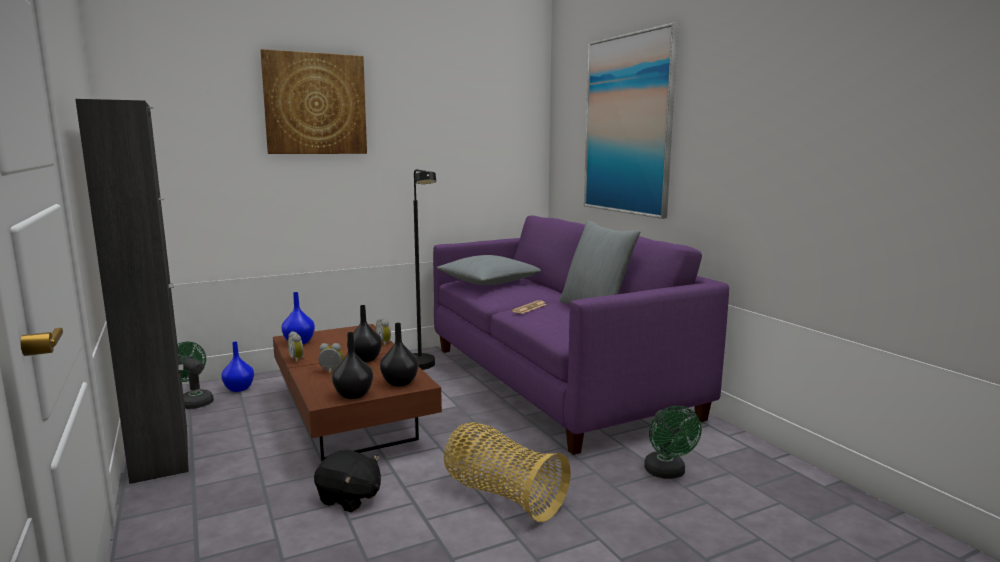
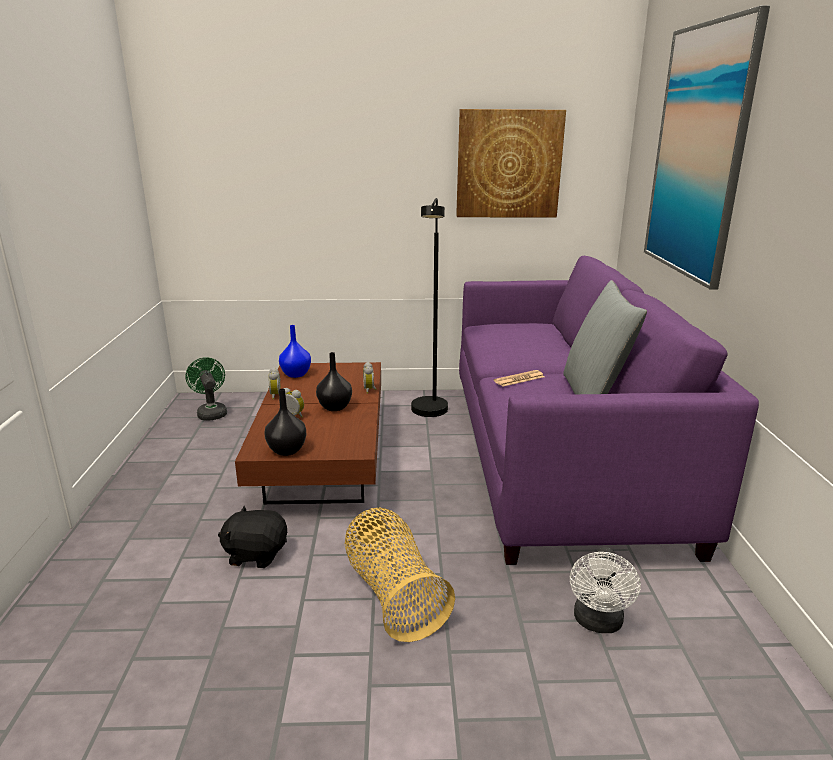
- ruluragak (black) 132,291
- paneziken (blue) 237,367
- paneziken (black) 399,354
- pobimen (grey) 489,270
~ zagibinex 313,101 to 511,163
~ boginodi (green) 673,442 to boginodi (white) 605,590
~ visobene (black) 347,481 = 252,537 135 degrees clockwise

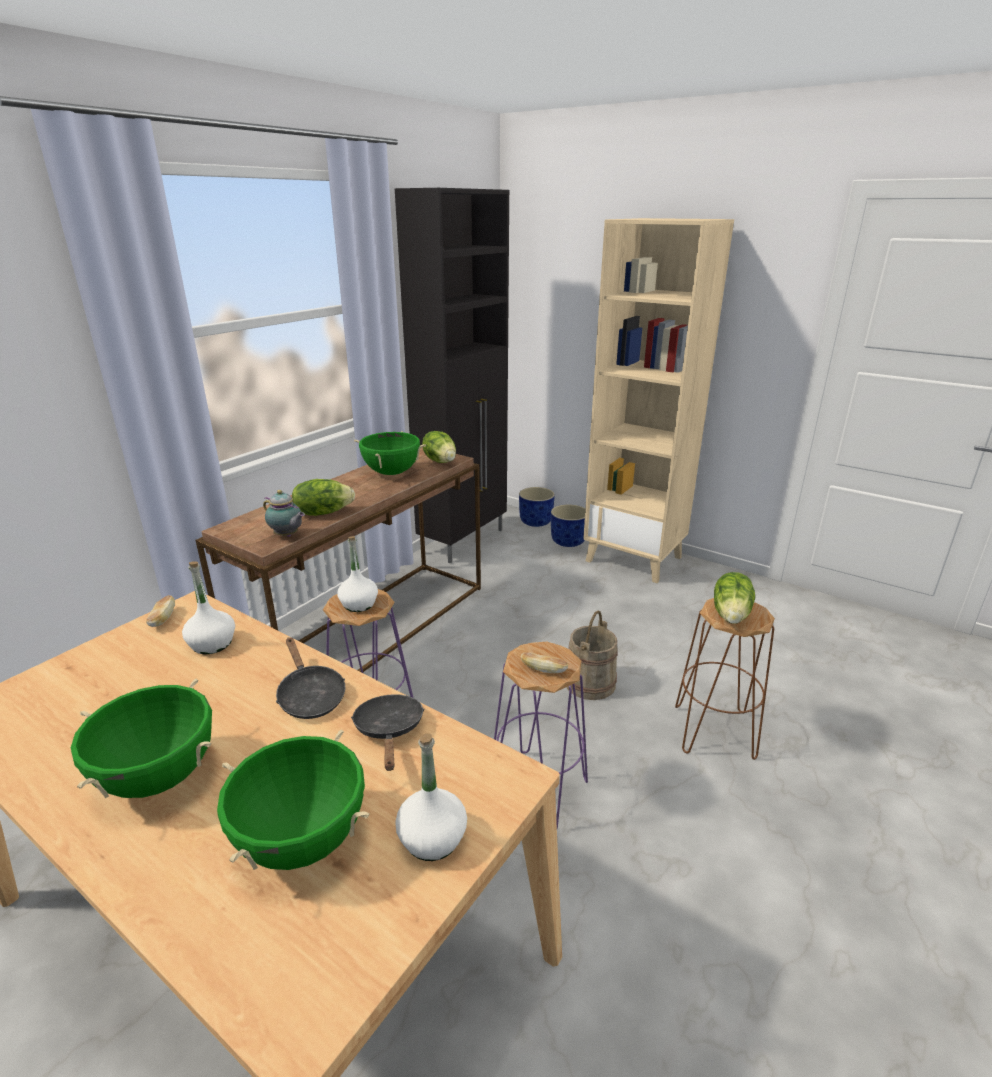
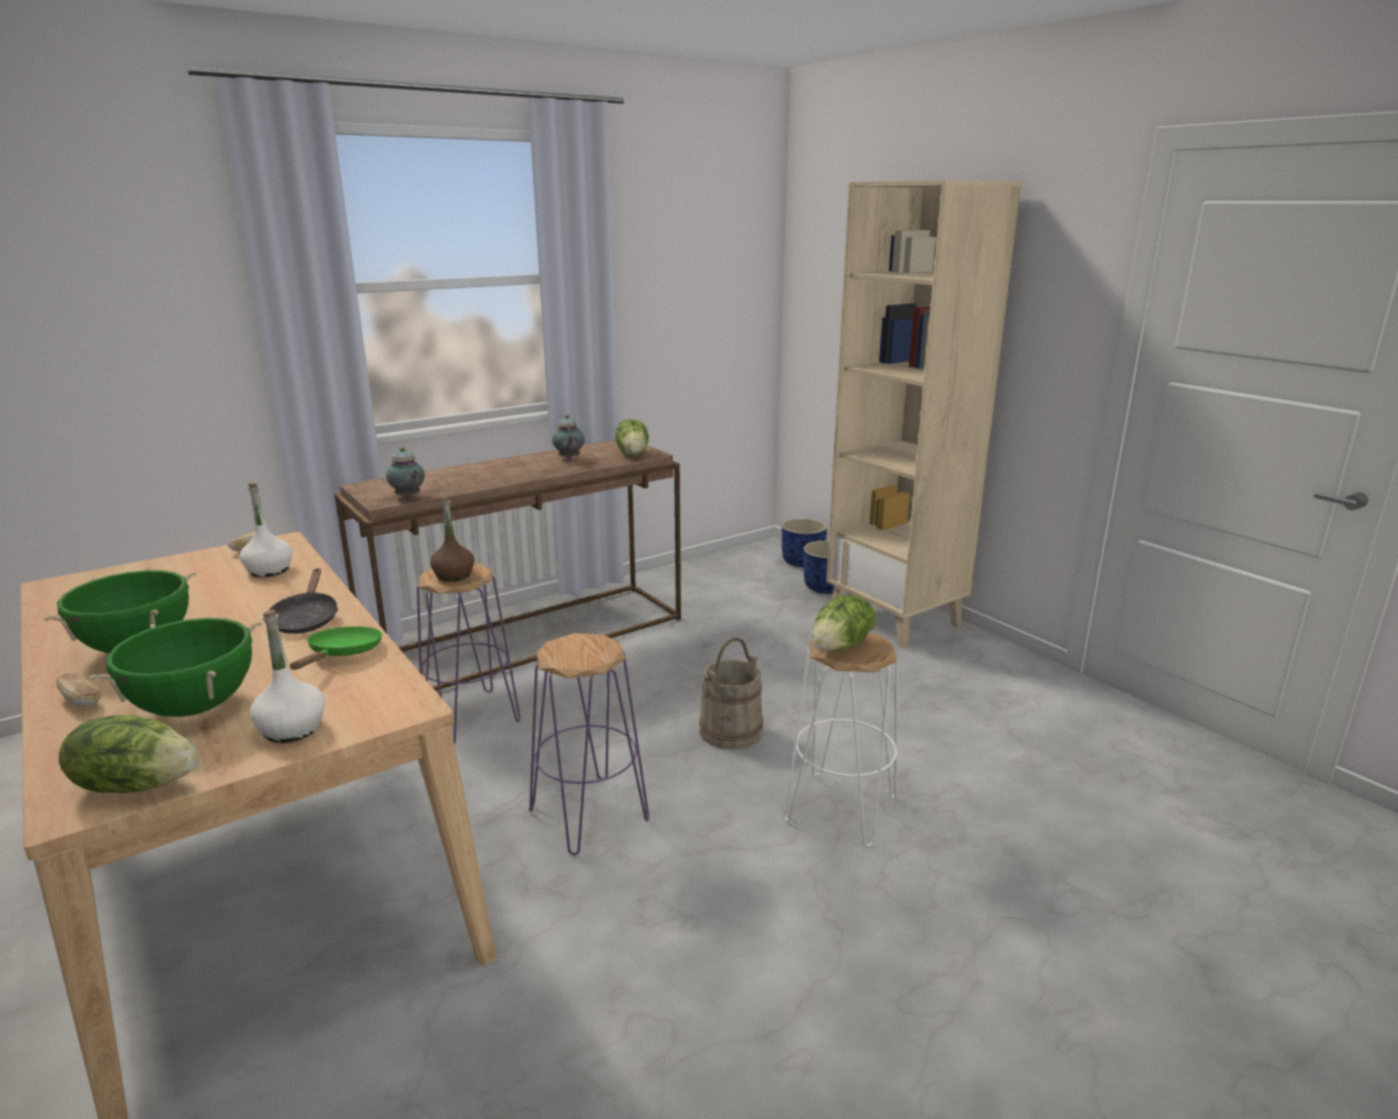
- ruluragak (black) 452,375
~ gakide 323,497 to 129,754
~ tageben 544,662 to 78,690
~ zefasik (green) 390,453 to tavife 568,437
~ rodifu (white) 357,574 to rodifu (brown) 452,540
~ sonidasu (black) 387,732 to sonidasu (green) 336,648
~ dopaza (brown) 725,679 to dopaza (white) 841,739

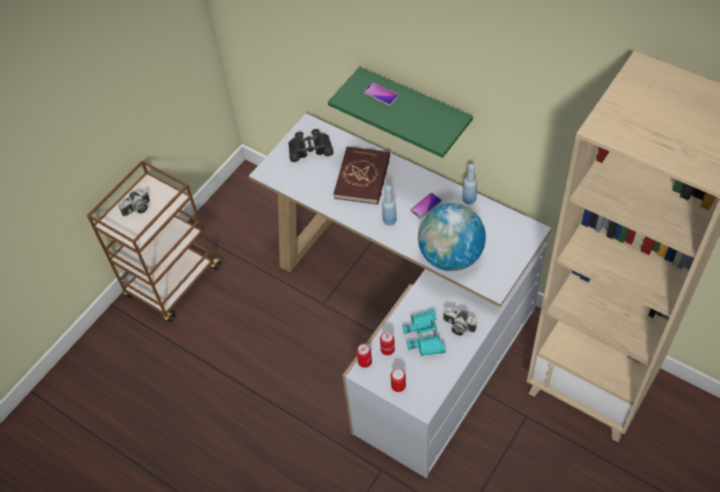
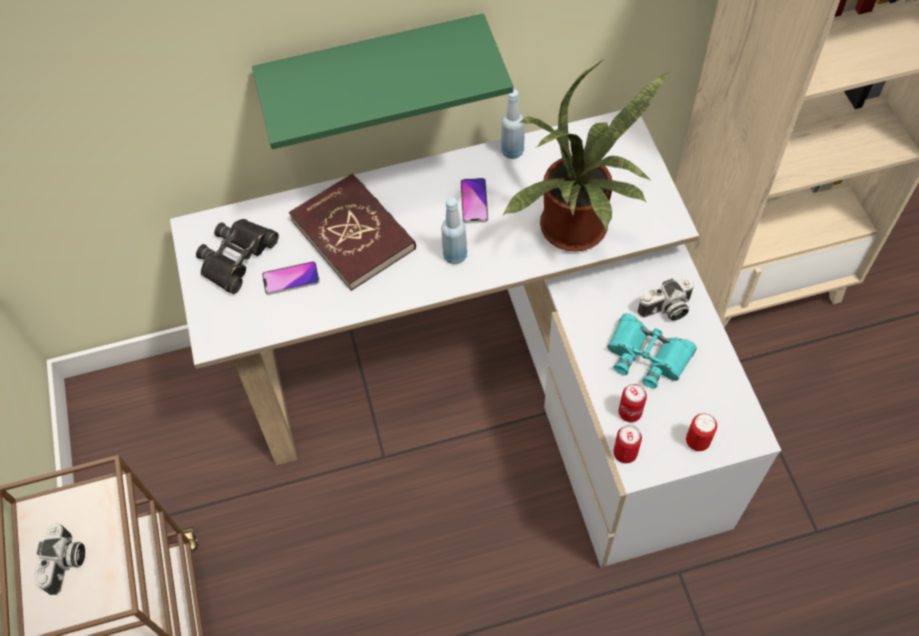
~ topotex 381,94 to 291,278
~ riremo 452,237 to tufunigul 586,156

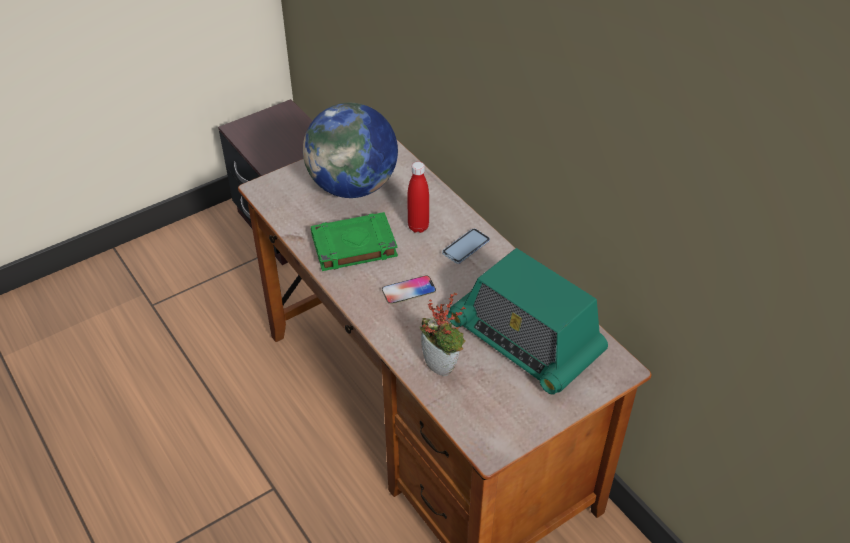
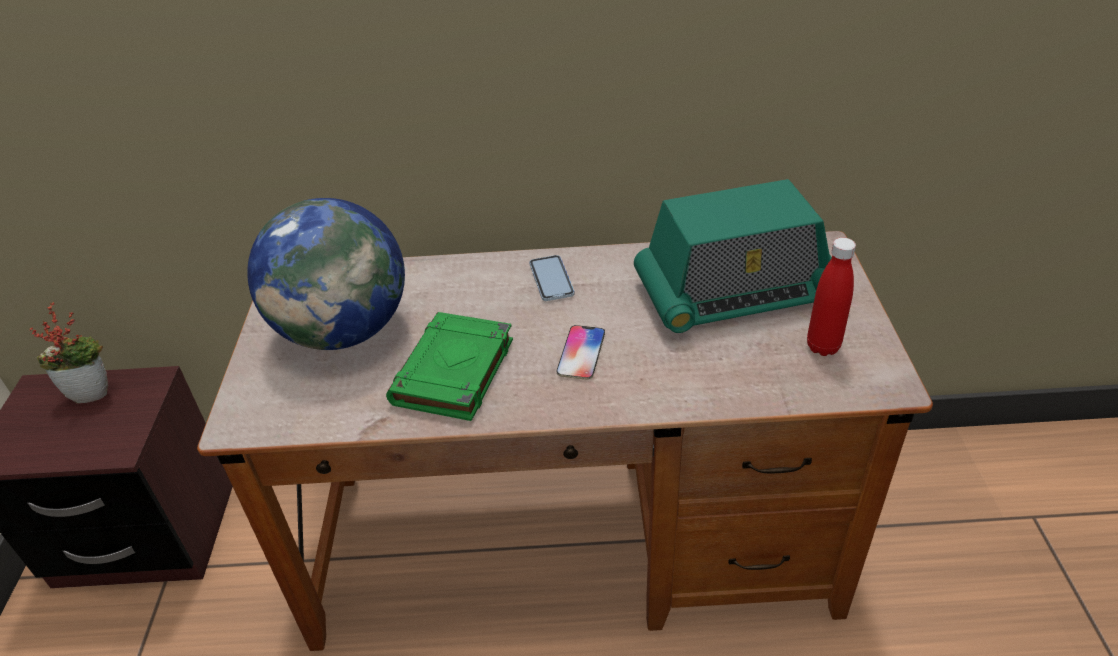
~ rodifu (red) 418,197 to 831,297
~ tufunigul 442,334 to 69,353

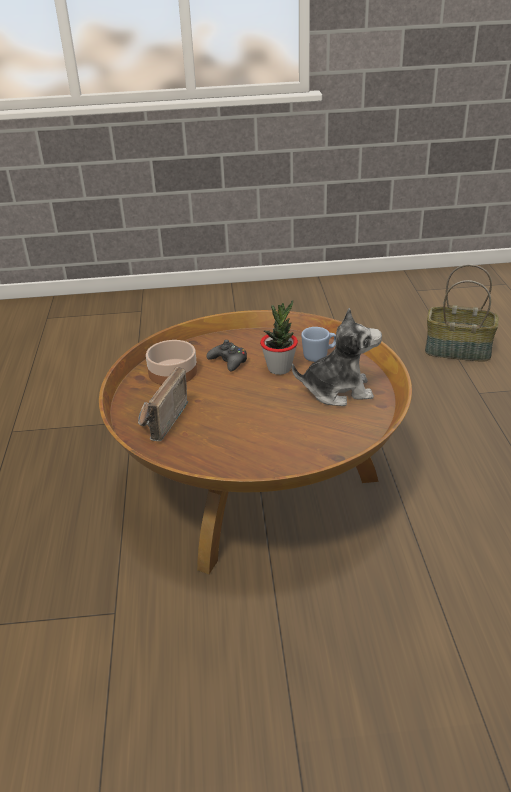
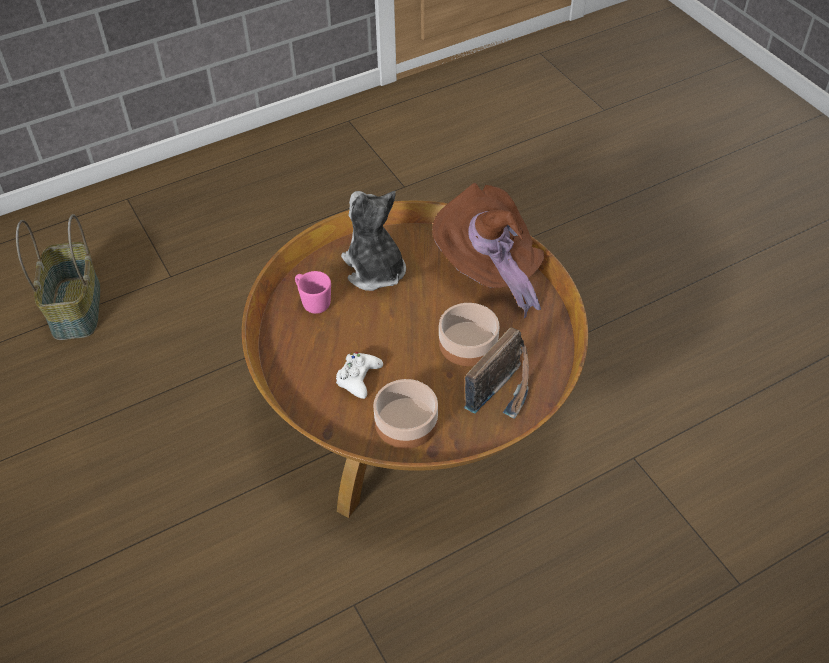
- tufunigul 279,337
+ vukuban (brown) 488,250
+ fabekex 469,334
~ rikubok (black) 226,355 to rikubok (white) 359,375
~ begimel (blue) 318,344 to begimel (pink) 313,292
~ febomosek 163,404 = 496,373 45 degrees counterclockwise

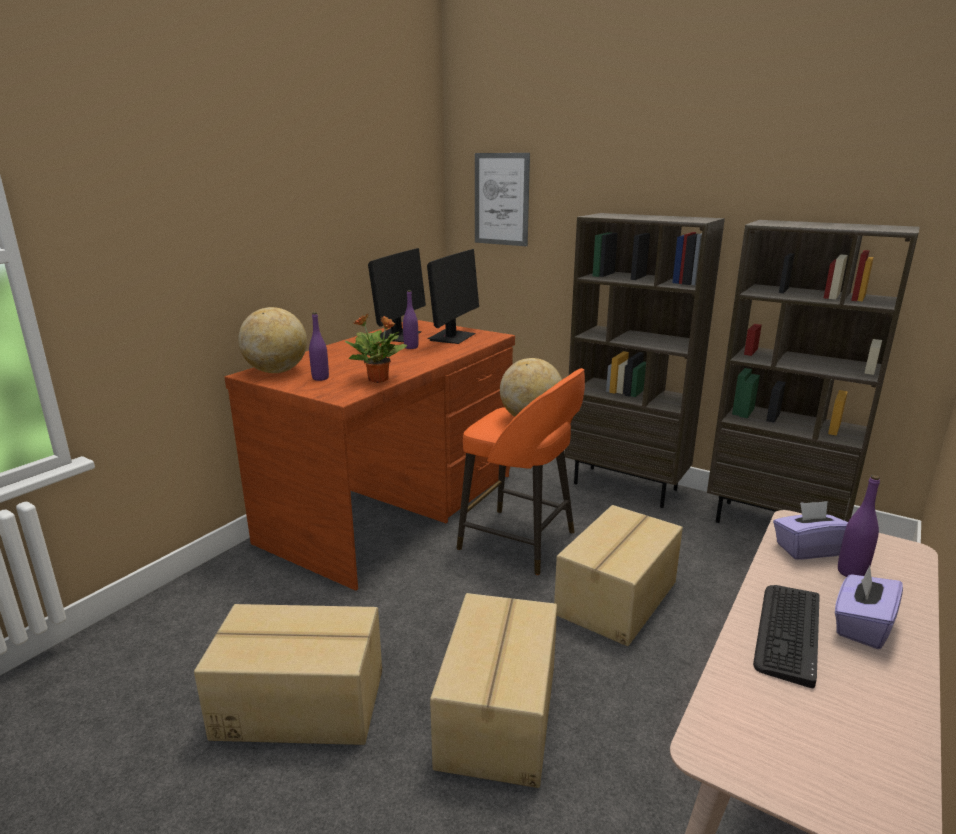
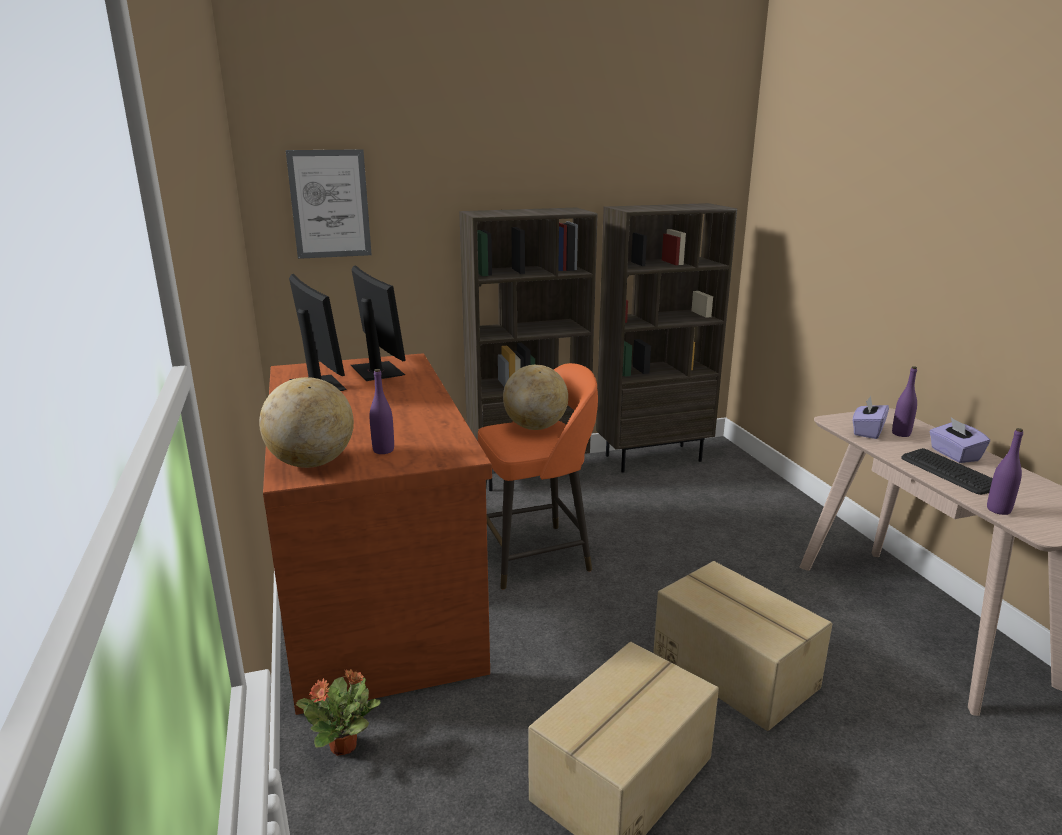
- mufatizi 618,575
~ tufunigul 376,348 to 338,712
~ rodifu (purple) 411,319 to 1005,471

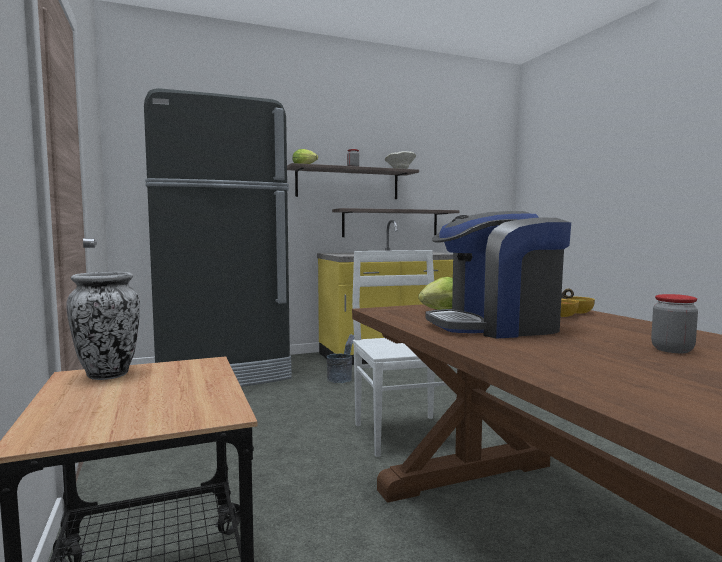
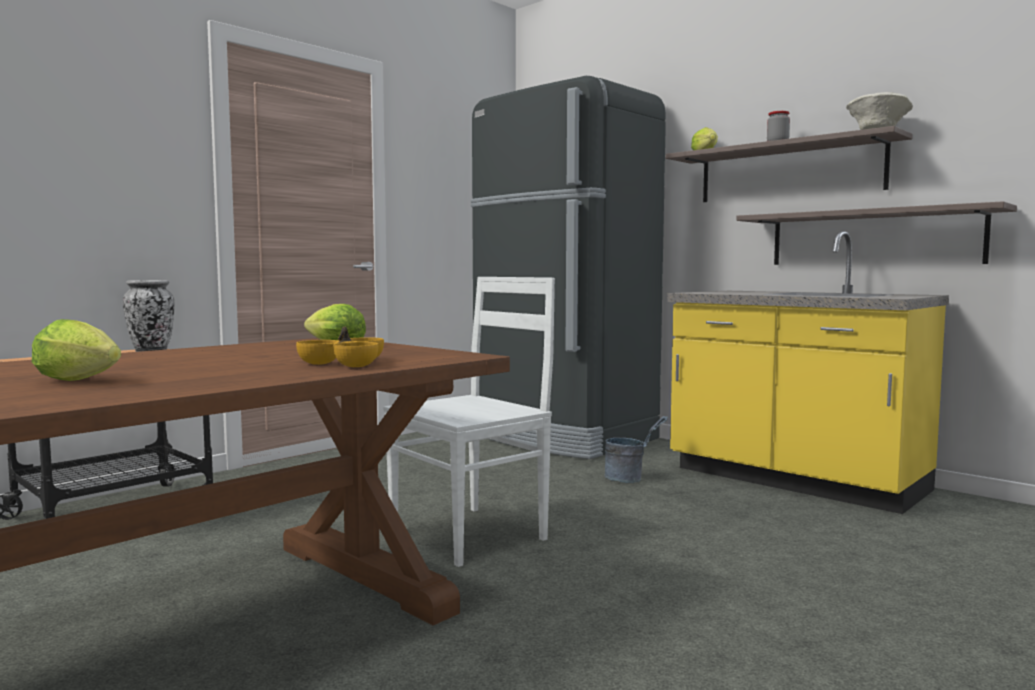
- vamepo 498,275
~ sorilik 674,323 to gakide 76,350

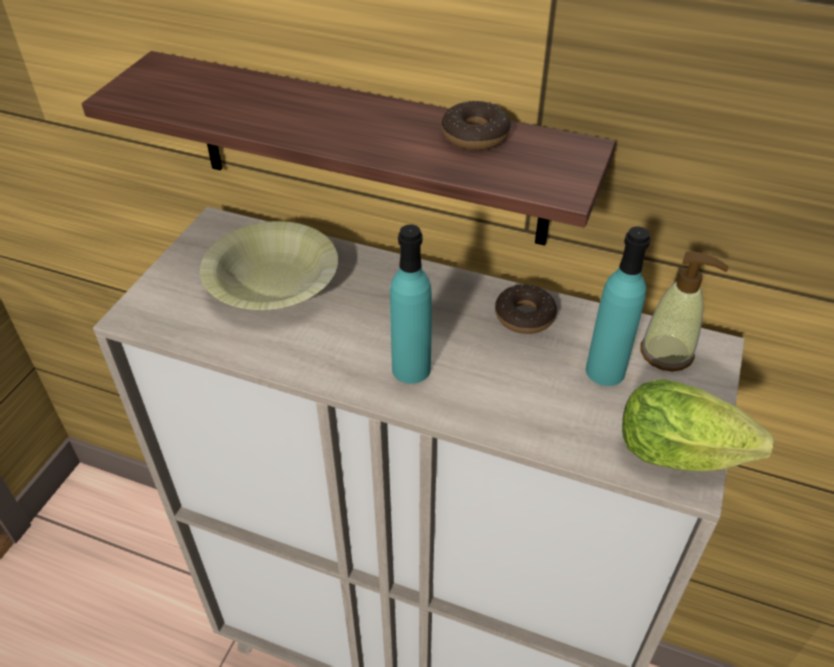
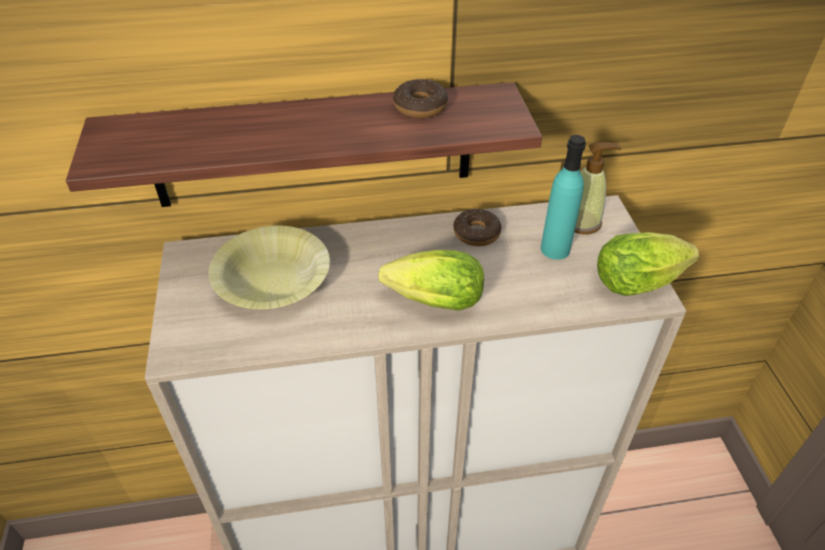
~ rodifu (turquoise) 411,304 to gakide 431,280

